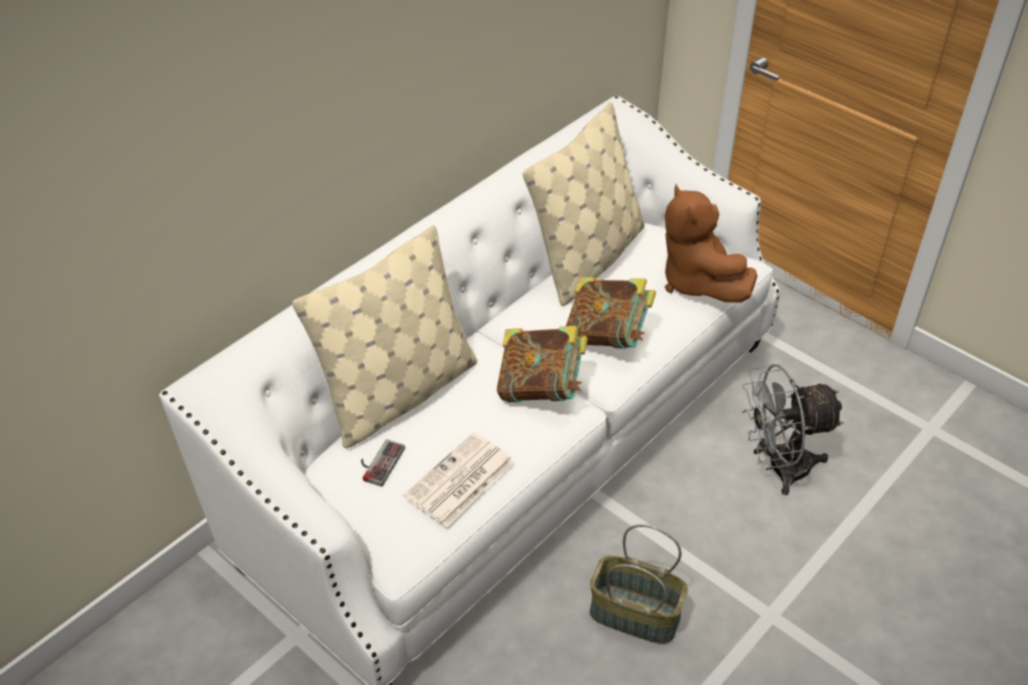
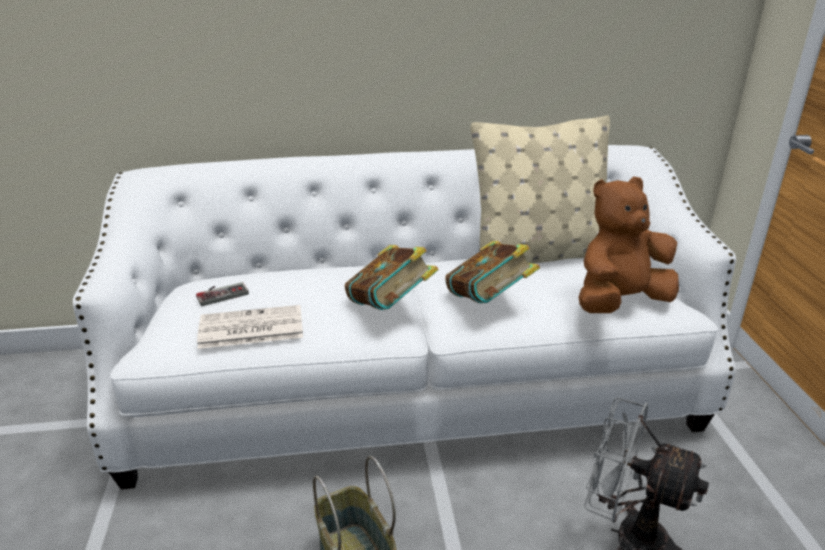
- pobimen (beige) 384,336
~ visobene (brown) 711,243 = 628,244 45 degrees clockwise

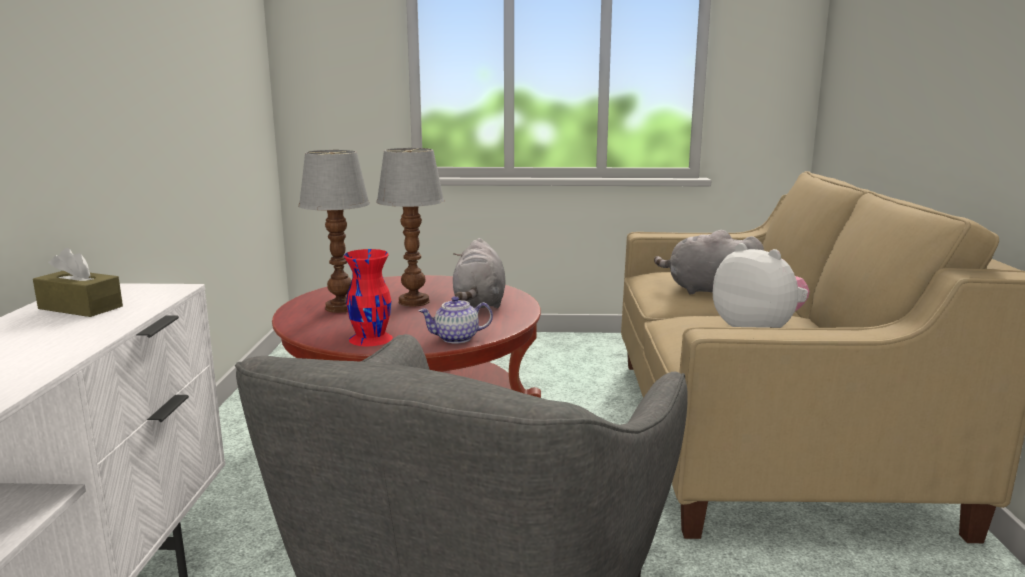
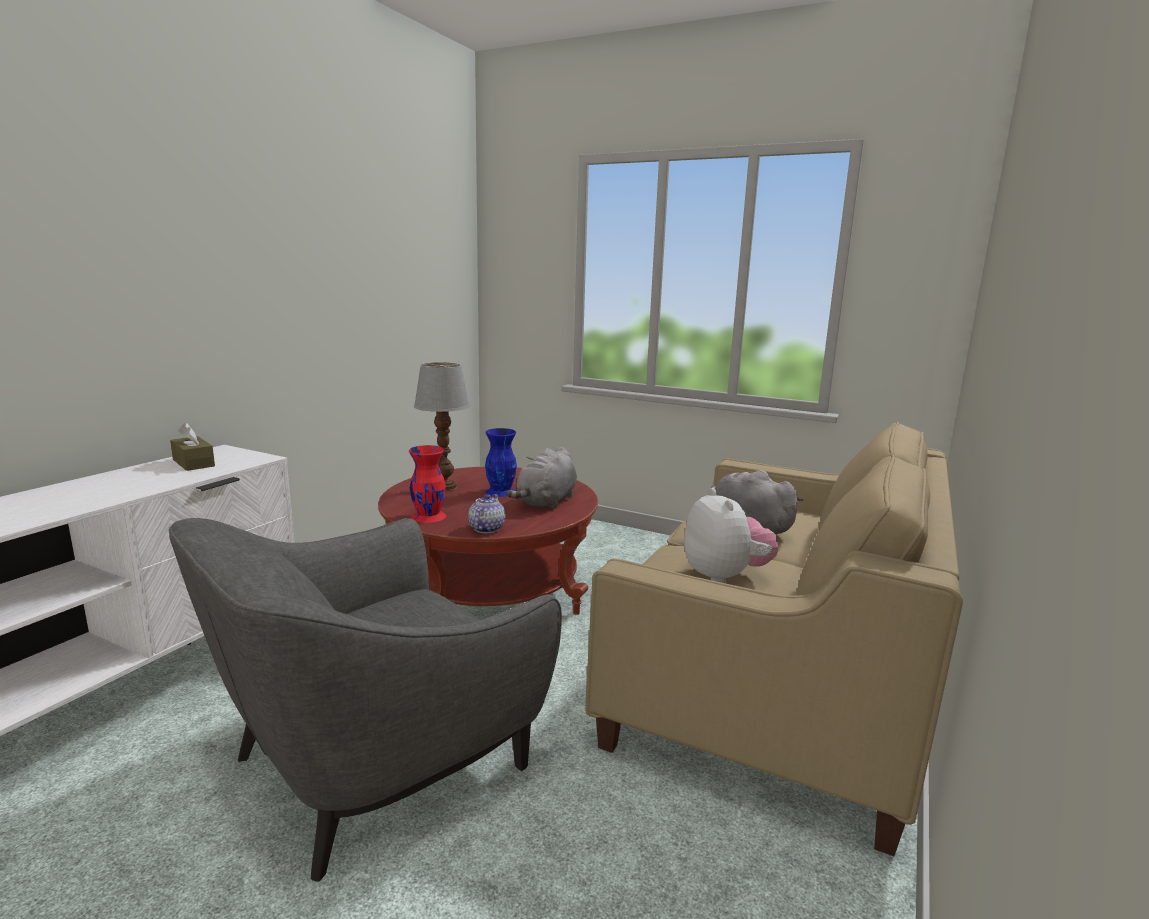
~ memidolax 410,227 to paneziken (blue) 501,462
~ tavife 456,319 = 486,513 90 degrees clockwise

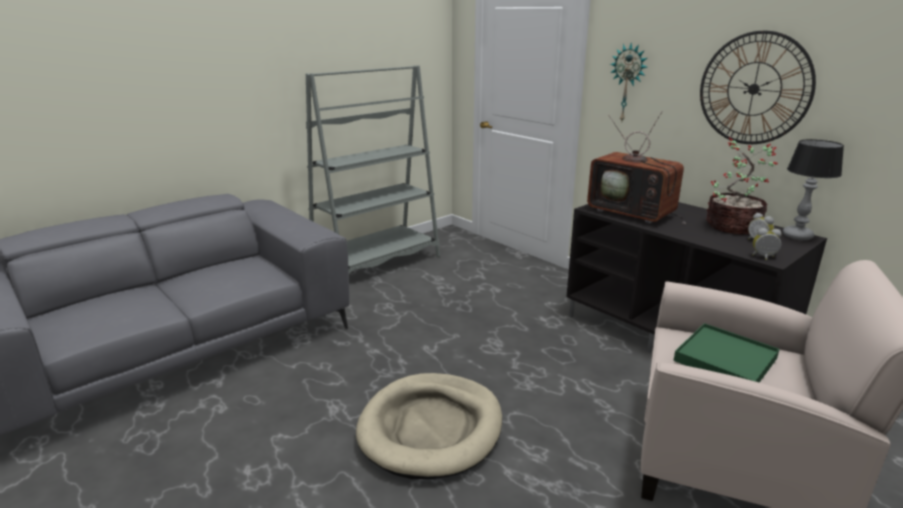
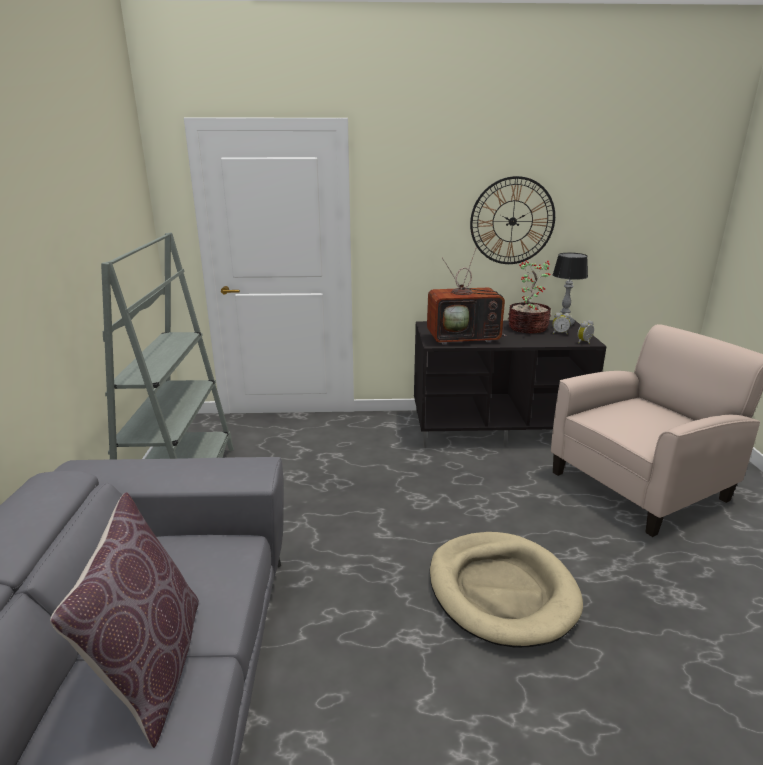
- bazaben 628,81
- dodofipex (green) 726,353
+ pobimen (brown) 124,620

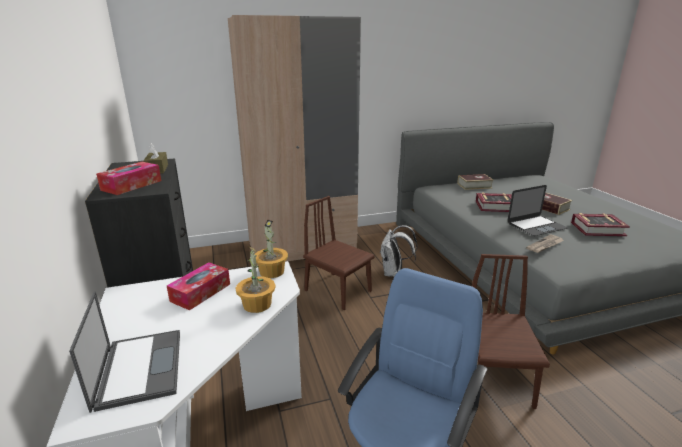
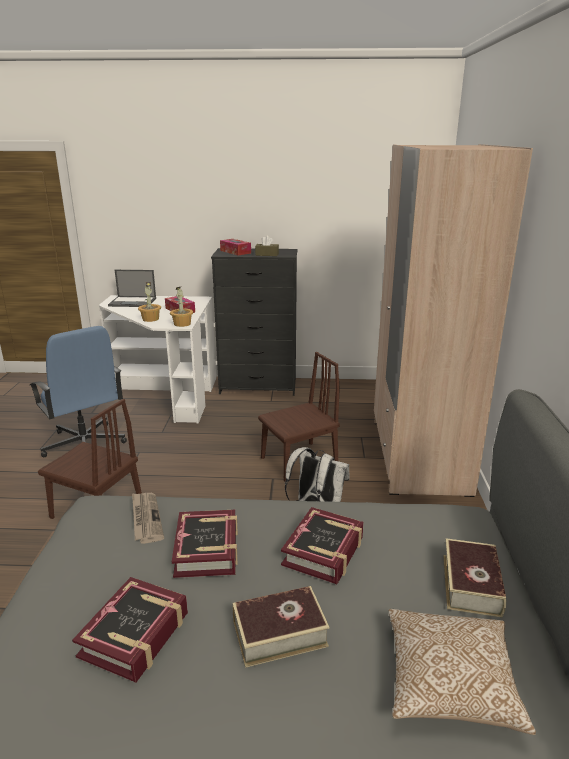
+ pobimen 462,672
~ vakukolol 537,210 to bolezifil 205,544

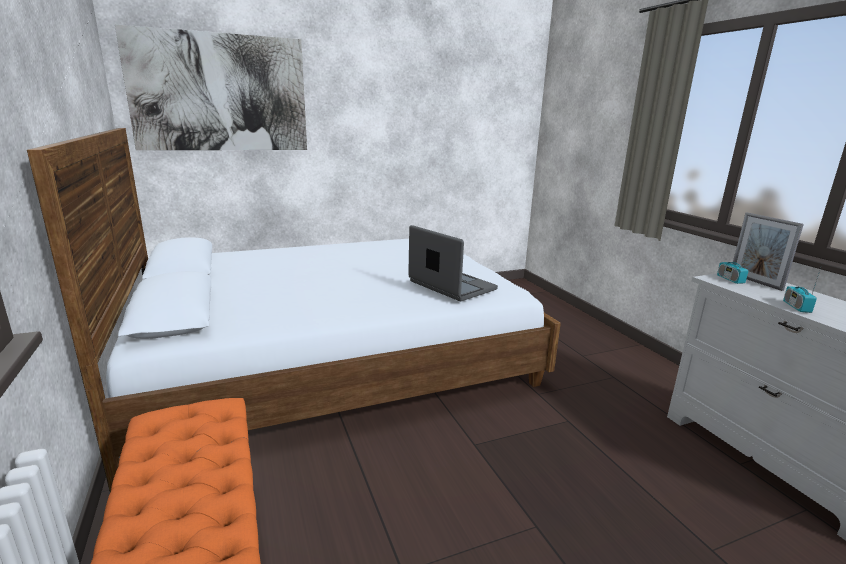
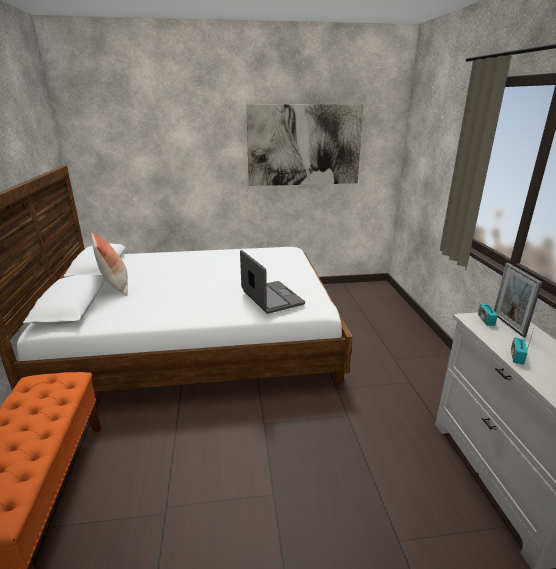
+ pobimen 109,264
~ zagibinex 211,87 to 305,145

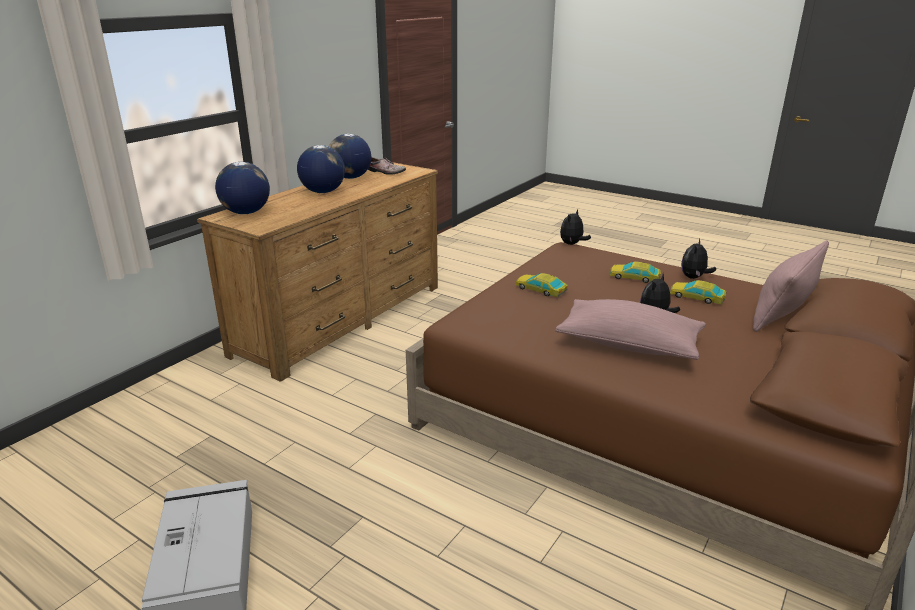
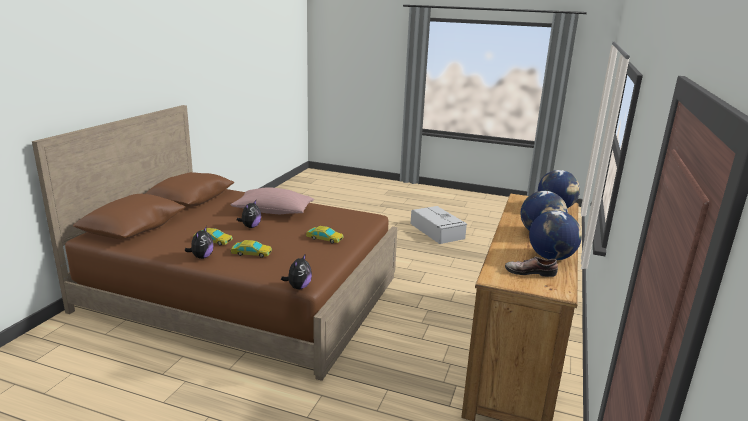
- pobimen (pink) 791,286

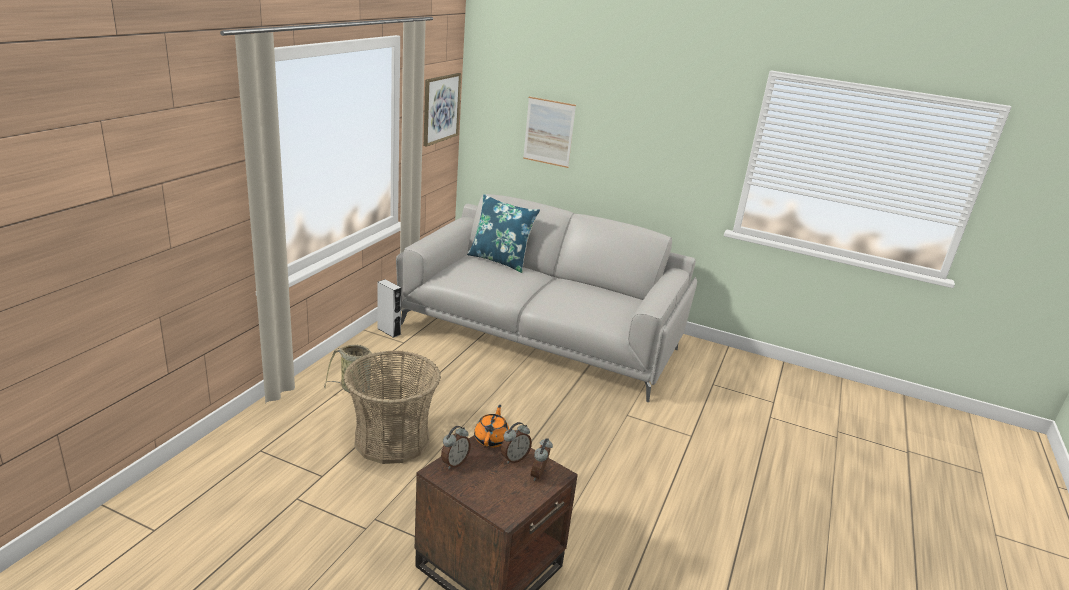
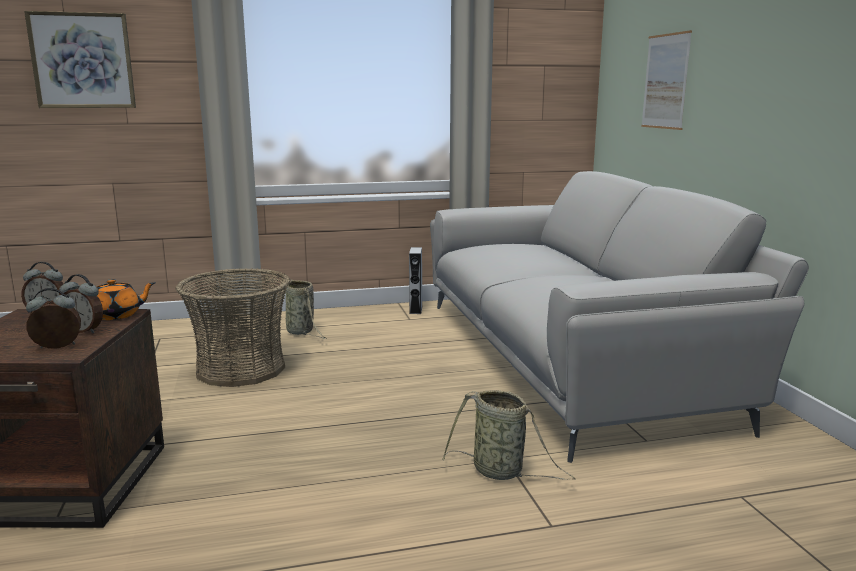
- pobimen (blue) 503,233
+ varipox 509,435
~ zagibinex 442,110 to 80,59

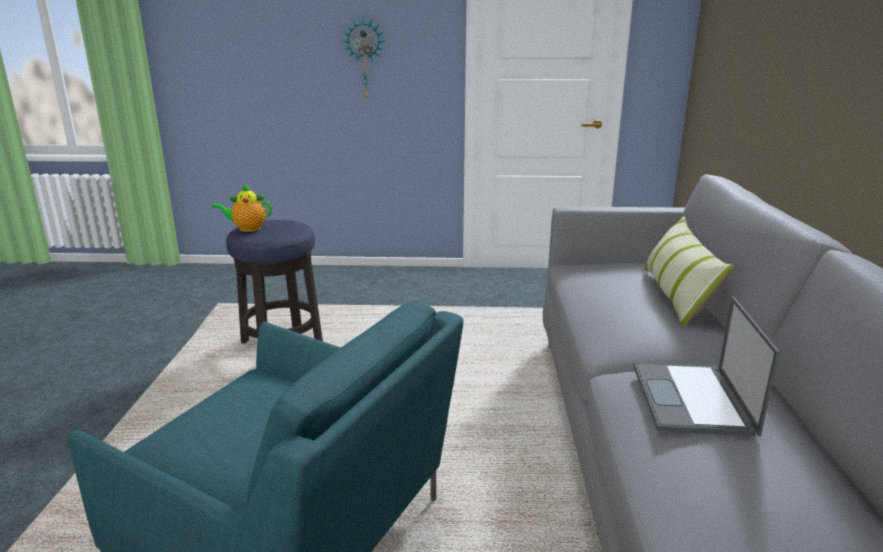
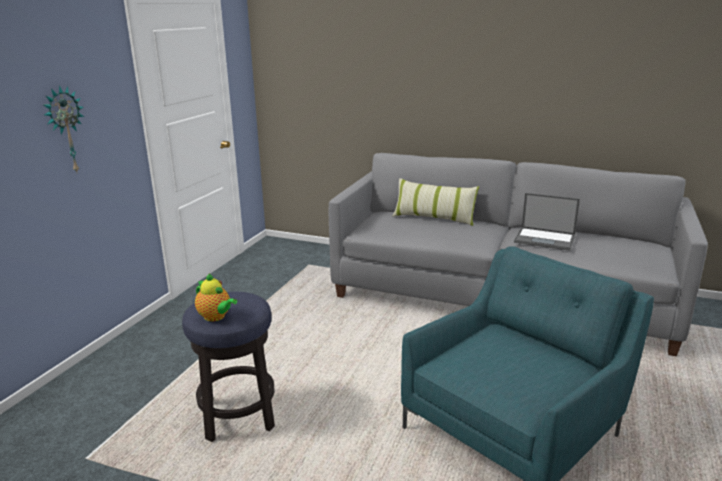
~ tavife 242,208 = 216,297 60 degrees counterclockwise

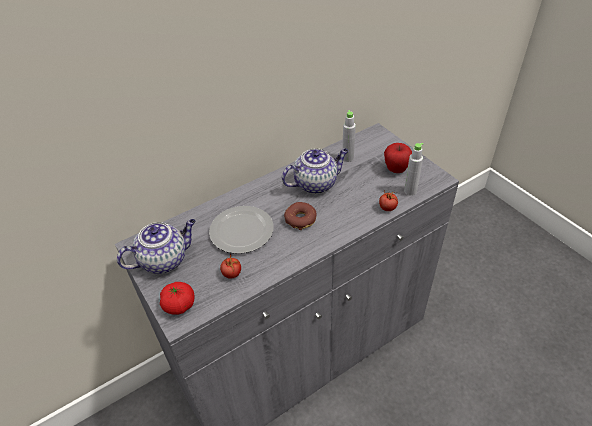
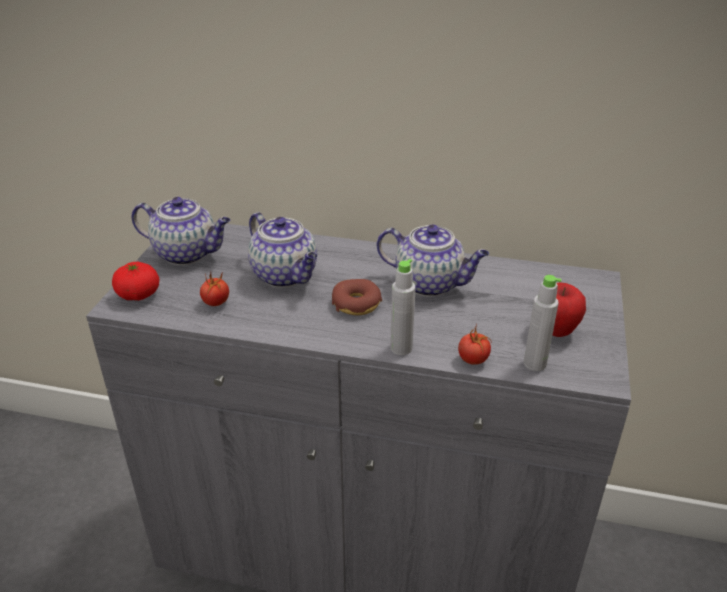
~ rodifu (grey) 349,136 to 403,307
~ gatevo 241,230 to tavife 283,249

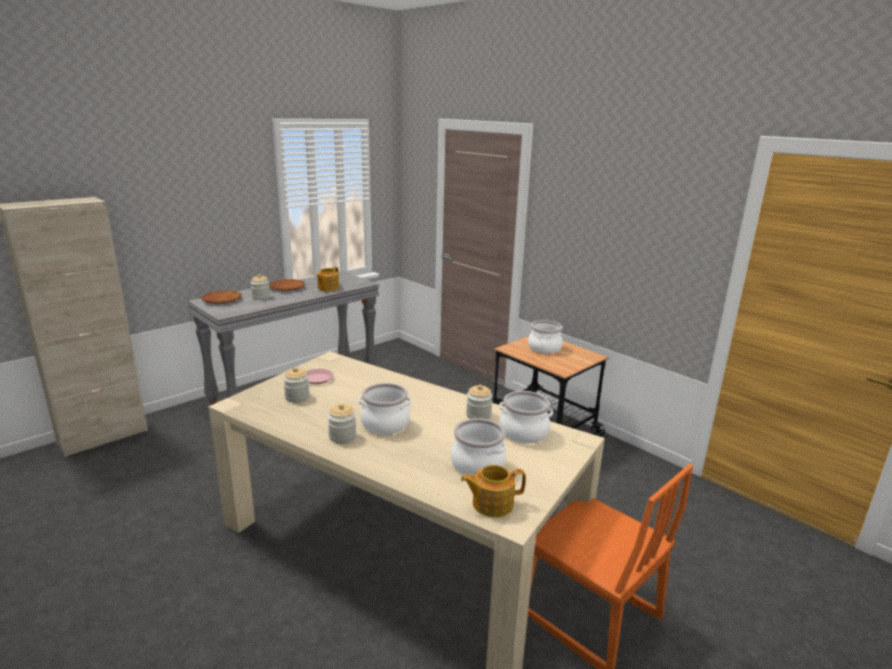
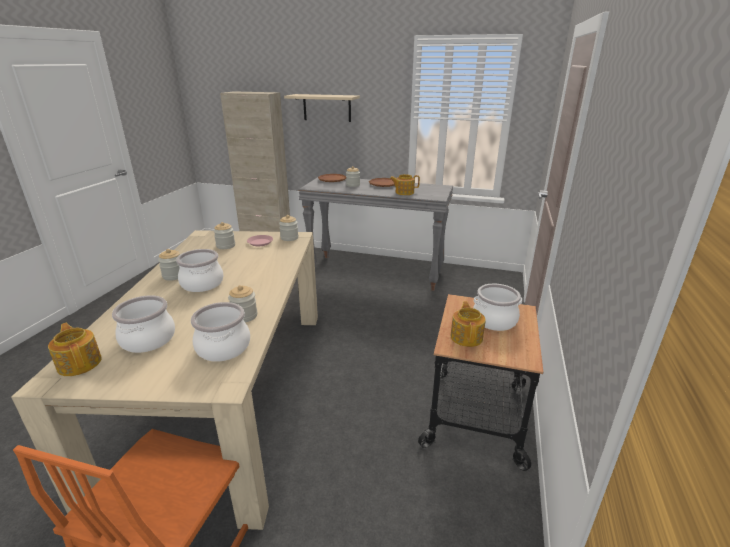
+ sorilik 288,228
+ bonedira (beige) 322,108
+ tavife 468,324

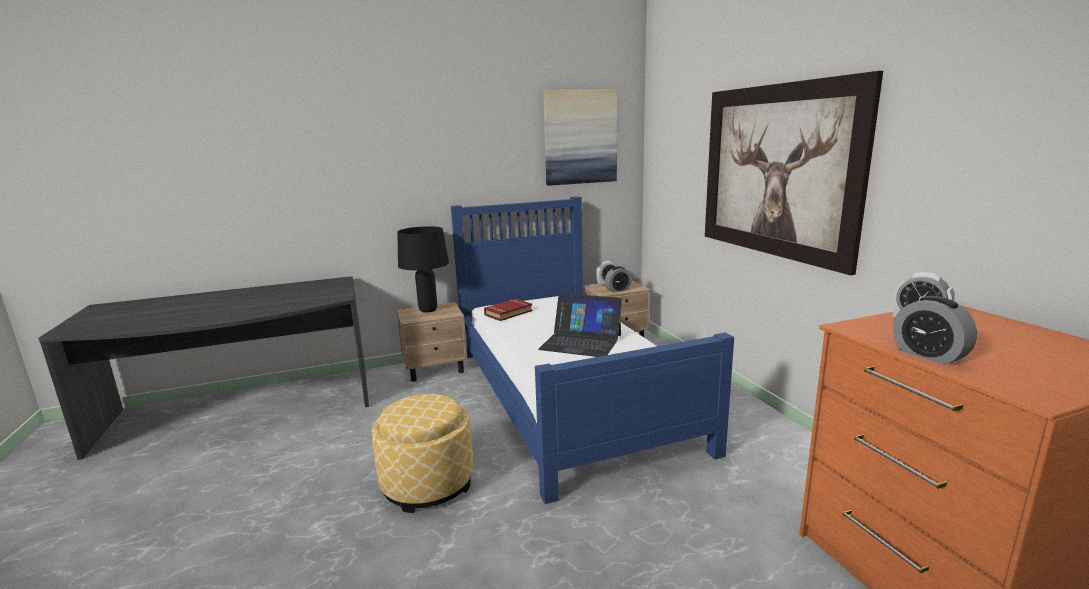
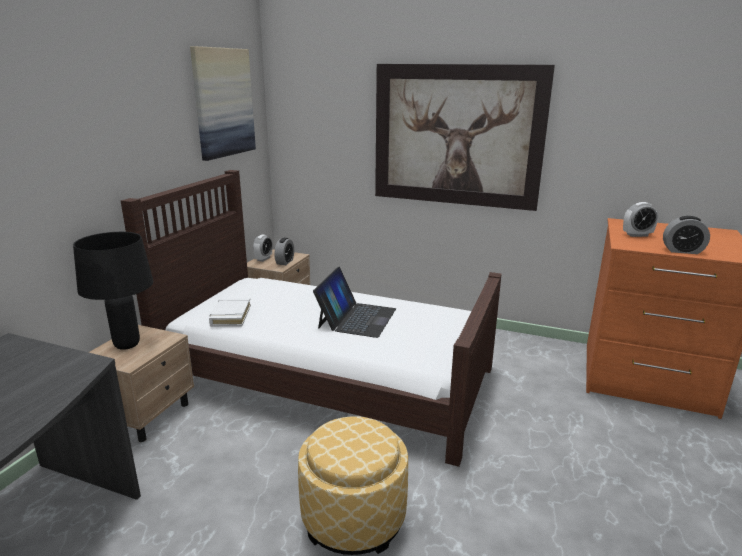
~ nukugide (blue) 592,350 to nukugide (brown) 311,318
~ bolezifil (red) 508,310 to bolezifil (white) 230,312
~ vakukolol 580,325 = 354,302 45 degrees counterclockwise

